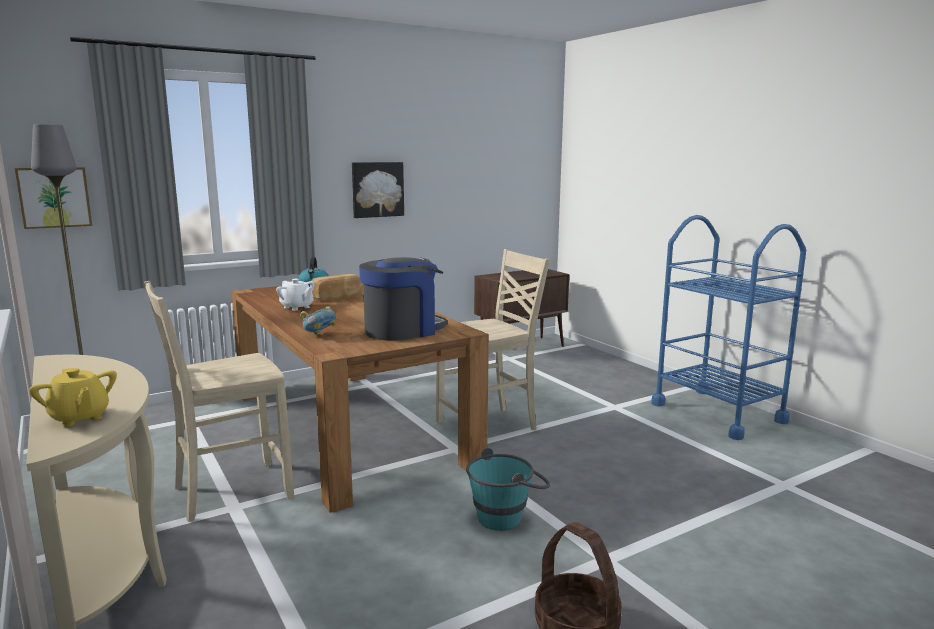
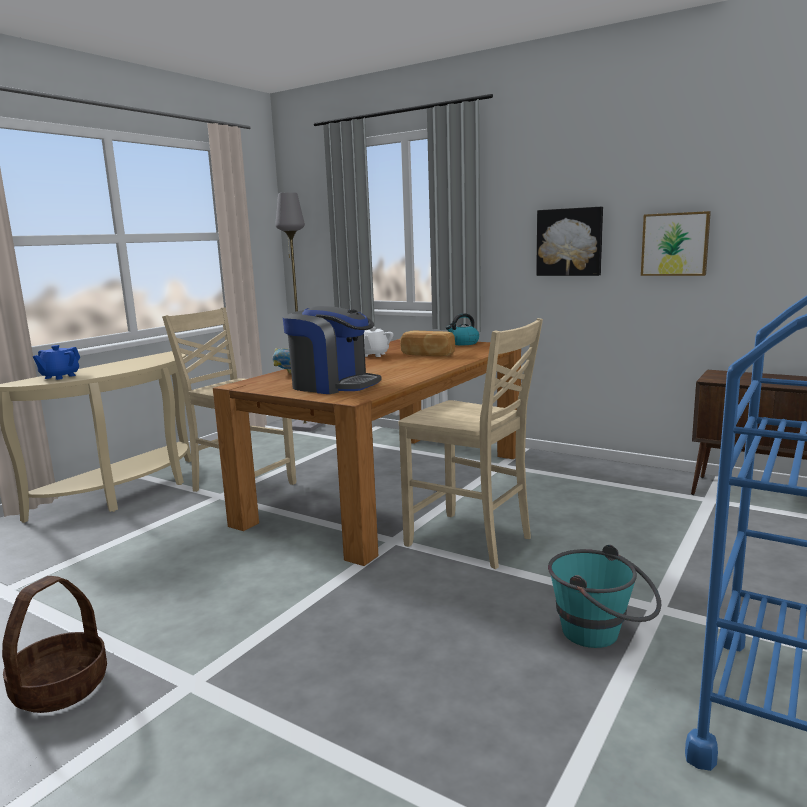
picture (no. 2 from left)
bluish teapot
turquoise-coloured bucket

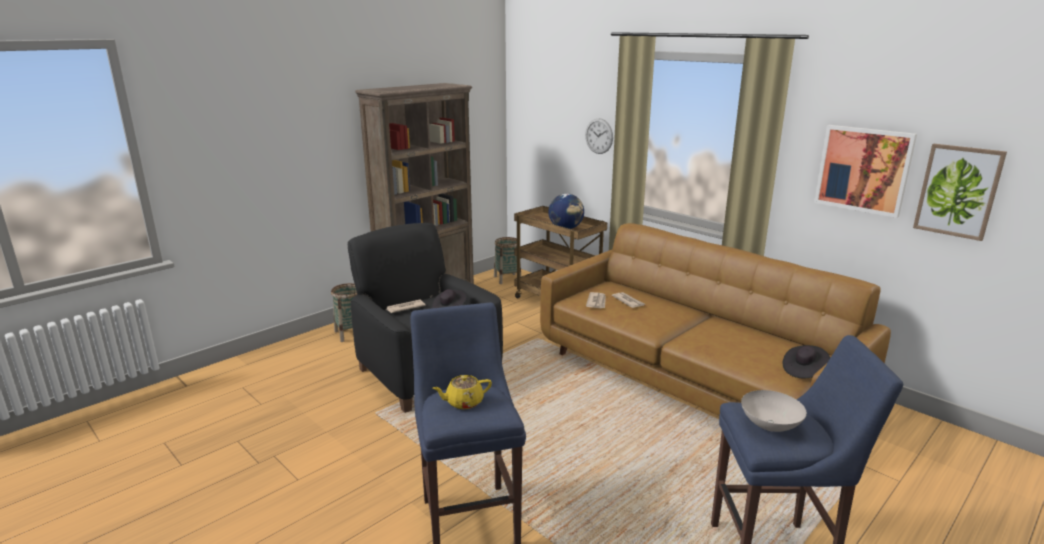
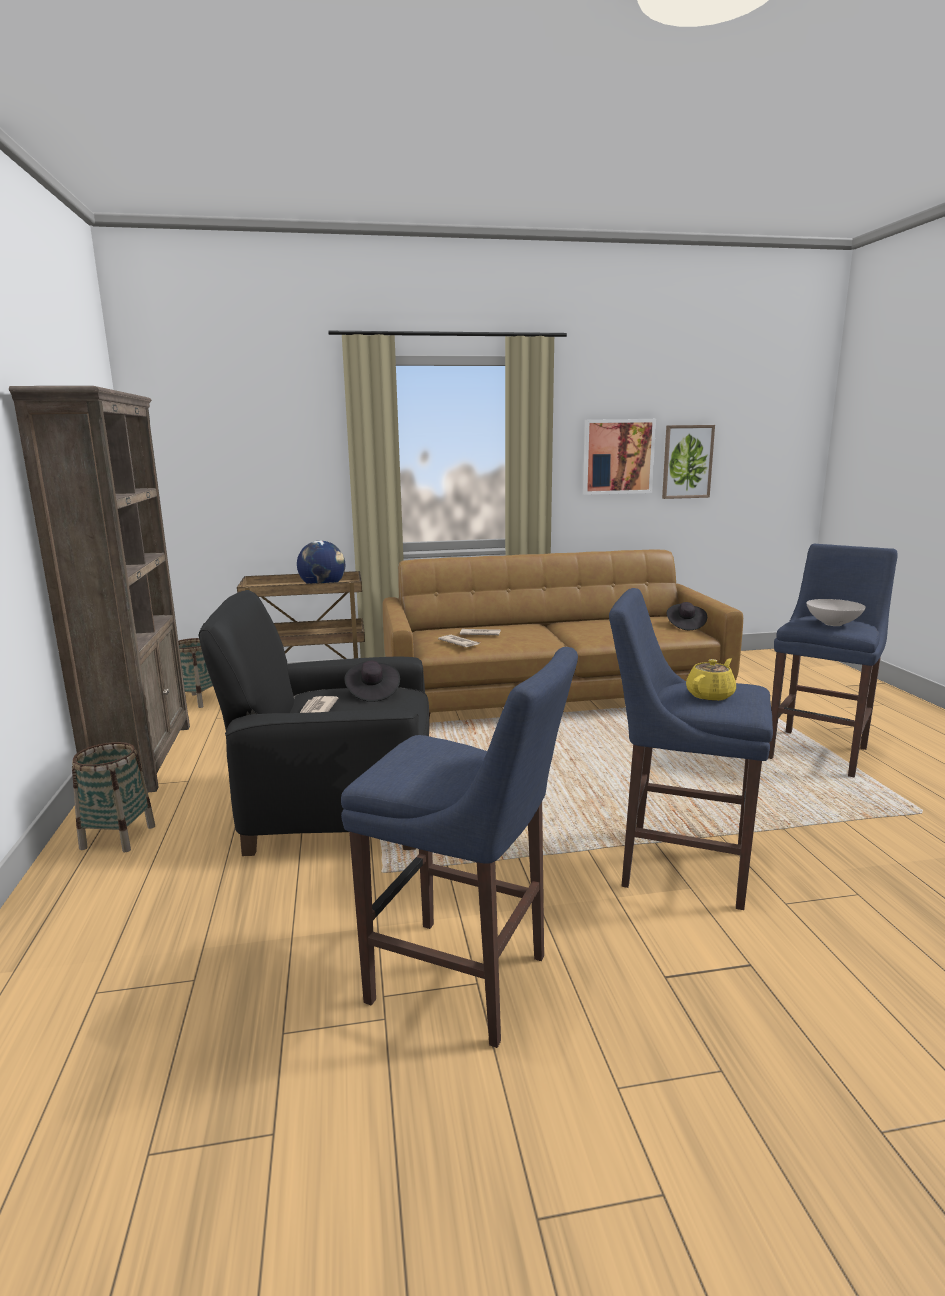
yellowish teapot
wall clock
bluish stool seat (no. 1 from left)

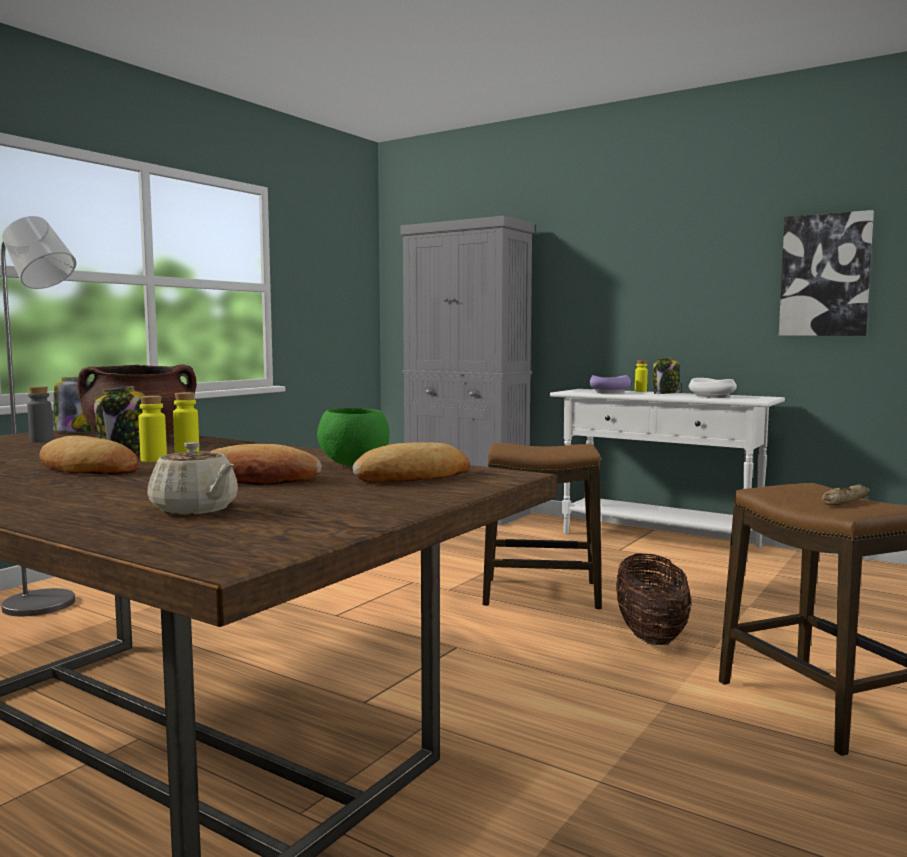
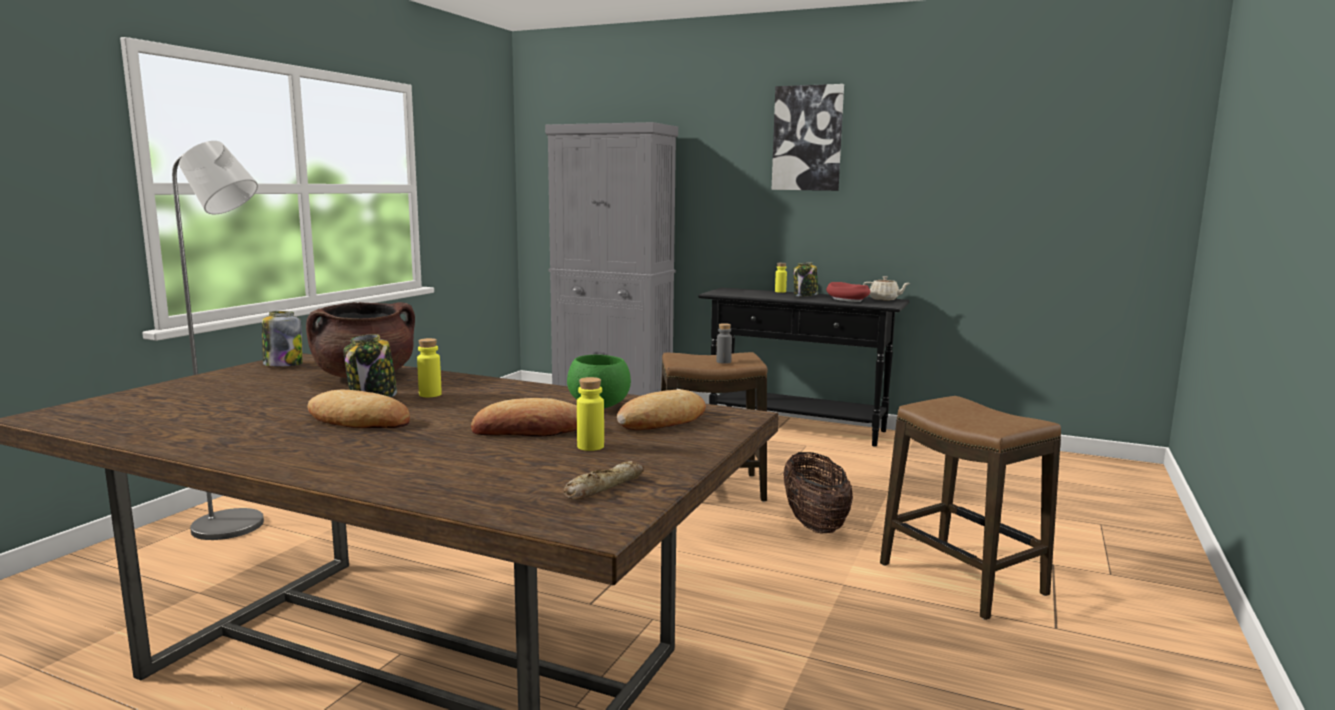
grey beverage bottle
yellowish beverage bottle (no. 2 from left)
beige-coloured teapot
blackish hall table
purple-coloured deep dish
red deep dish
picture
bread (no. 3 from left)

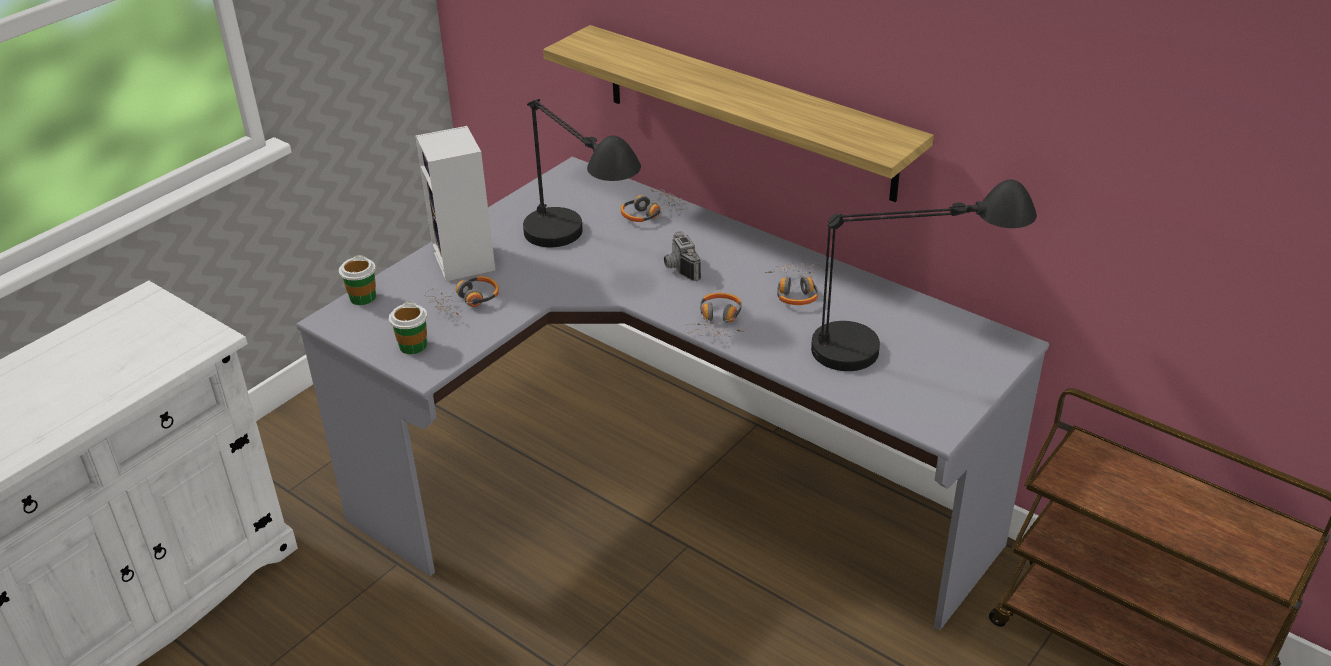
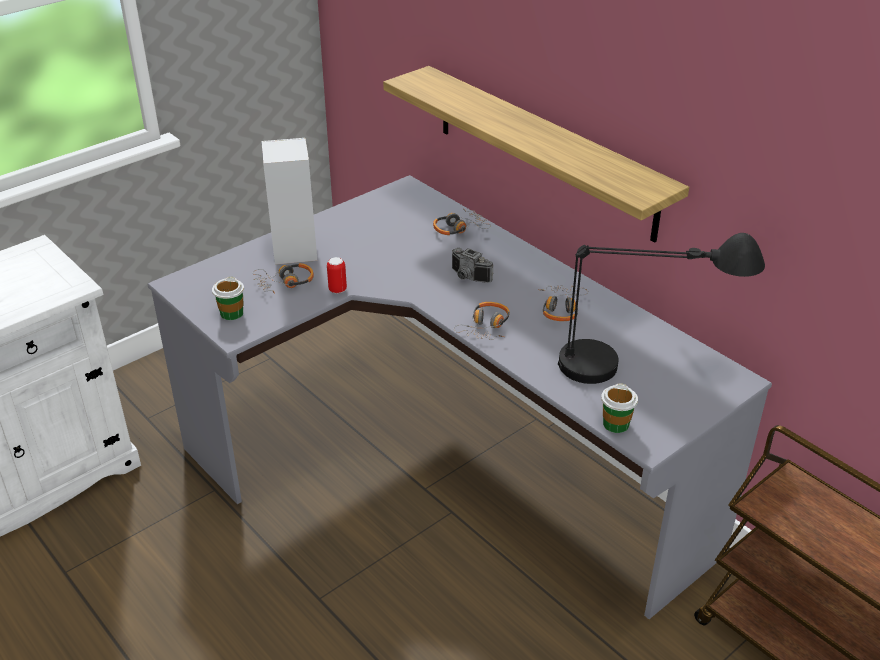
drinking cup (no. 2 from left)
blackish table lamp (no. 1 from left in the first image)
still camera
can

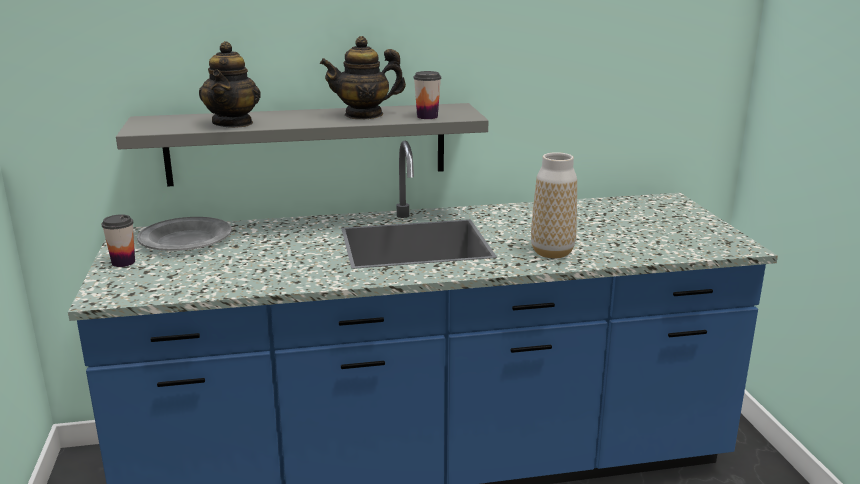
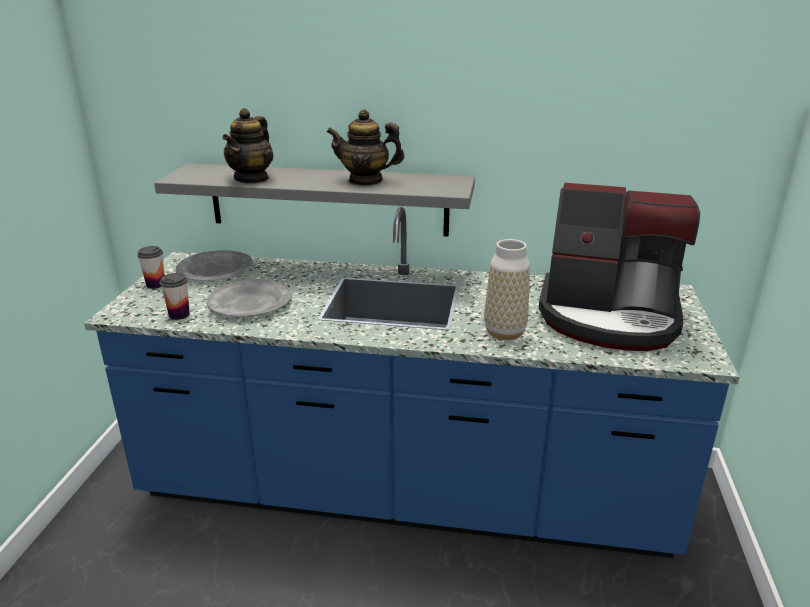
drinking cup (no. 2 from left)
grey flat dish (no. 2 from left)
coffee brewer

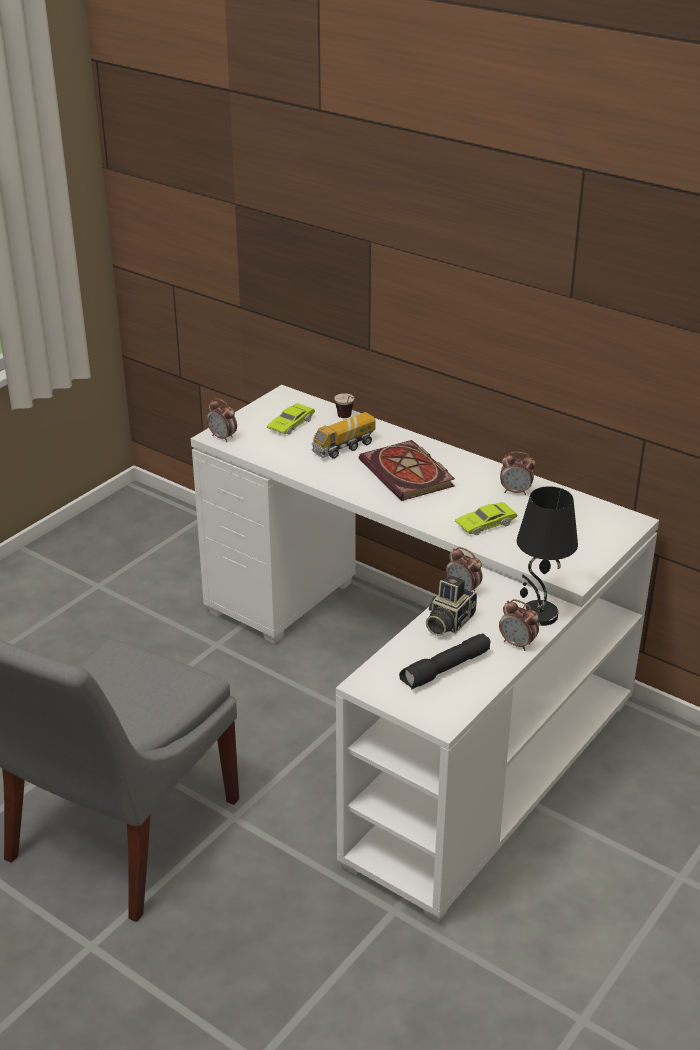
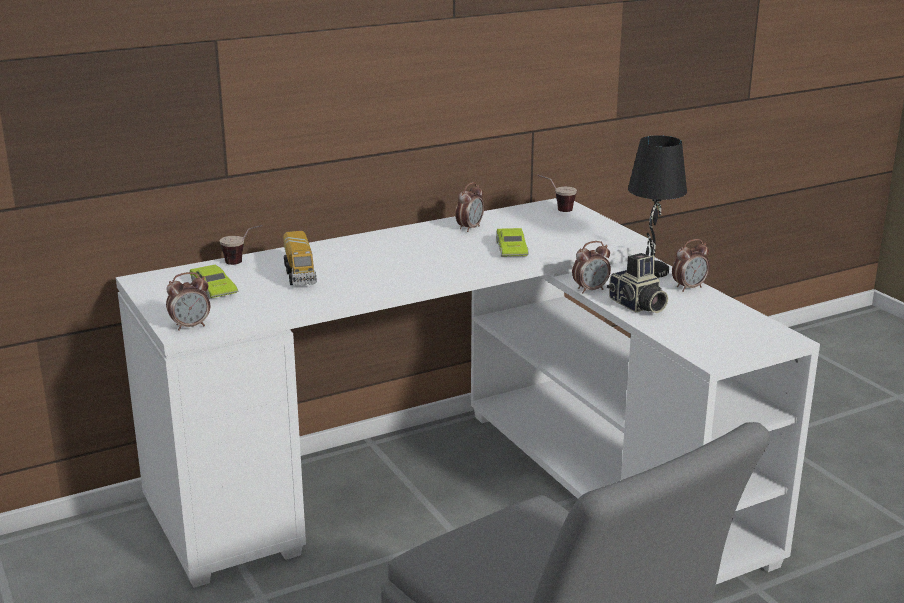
bound book
blackish hand torch
drinking cup (no. 2 from left)

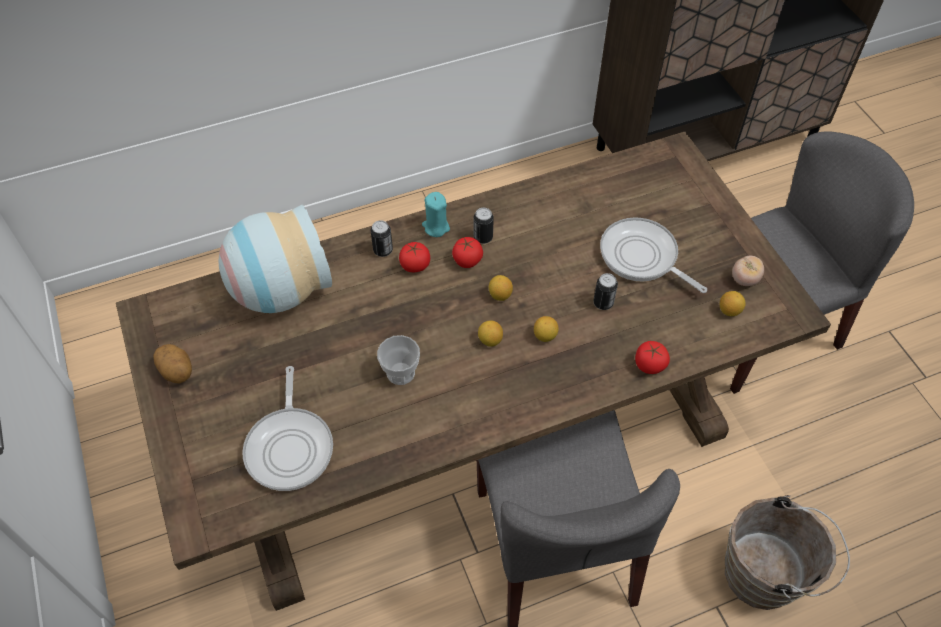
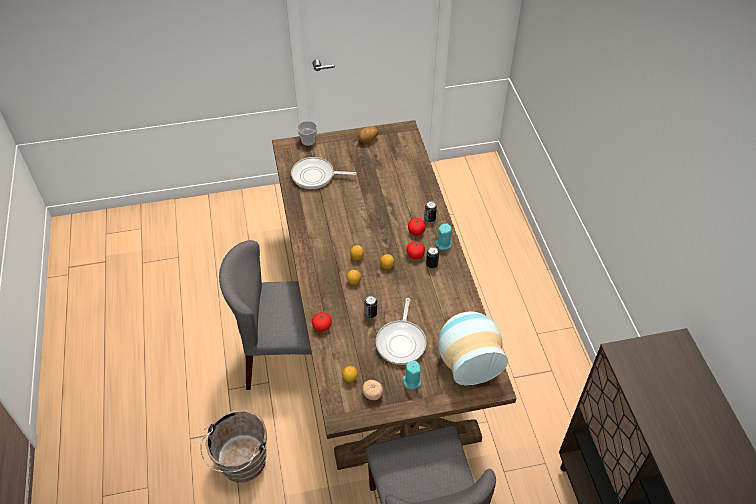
flower vase
drinking cup
skillet (no. 2 from left)
turquoise-coloured wax light (no. 1 from left)

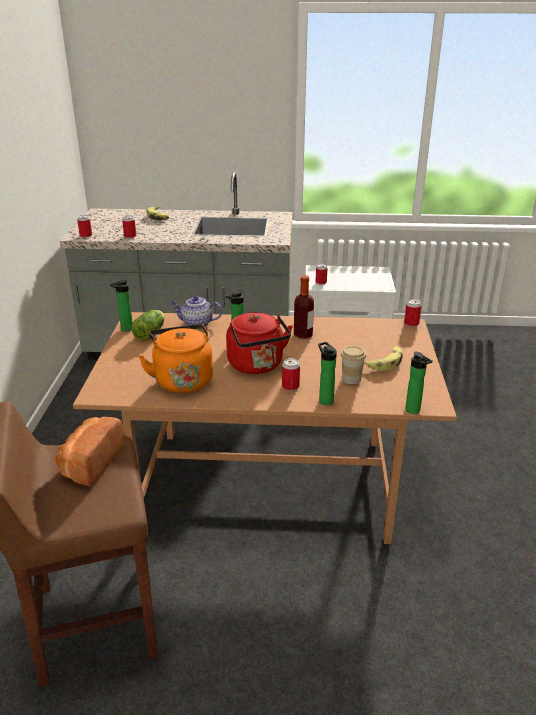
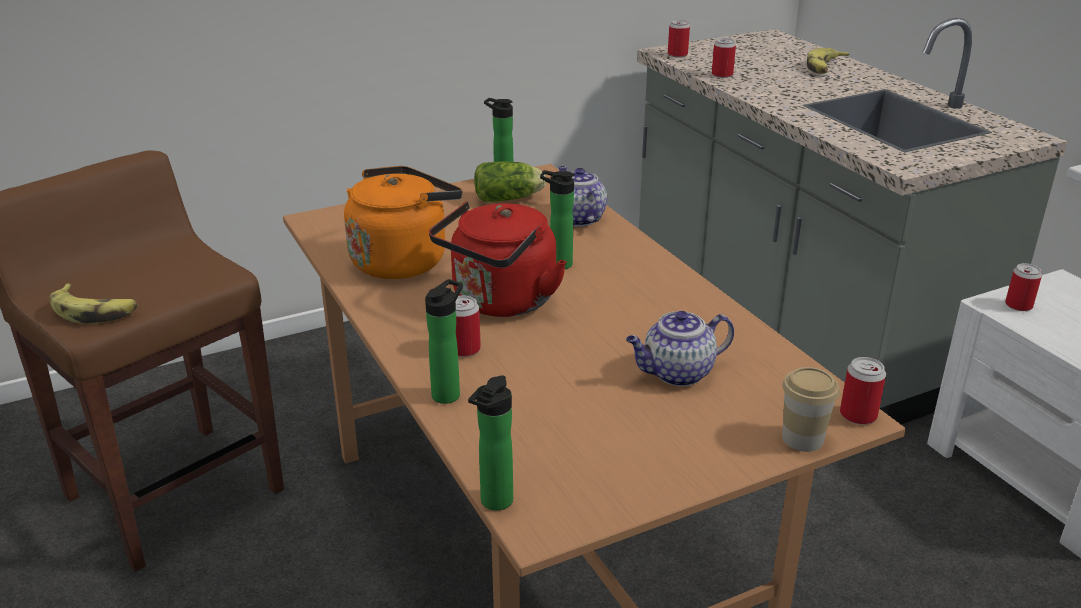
bread
beverage bottle (no. 3 from left in the first image)
drinking cup
banana fruit (no. 1 from left)
teapot (no. 2 from left)

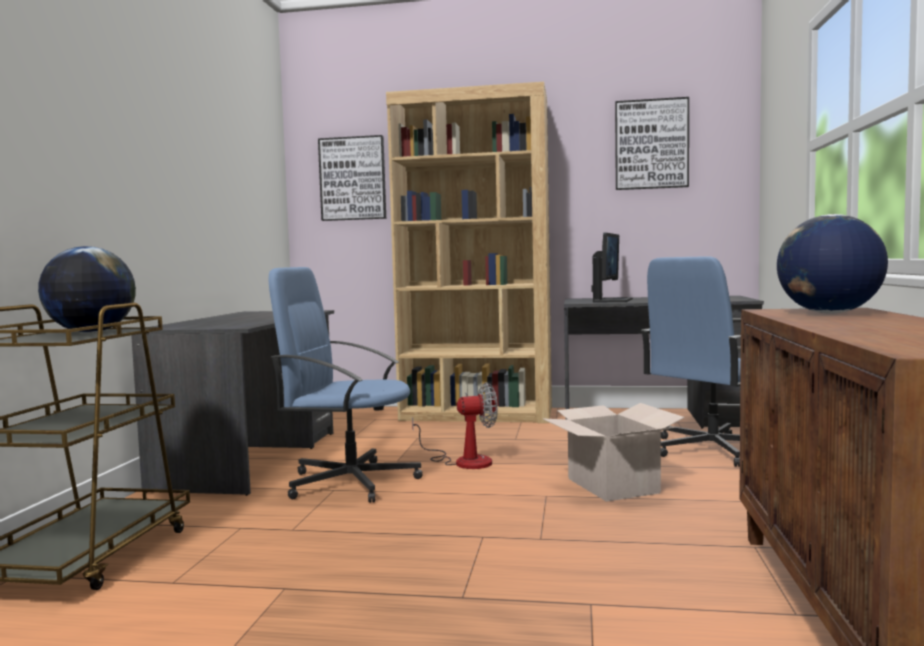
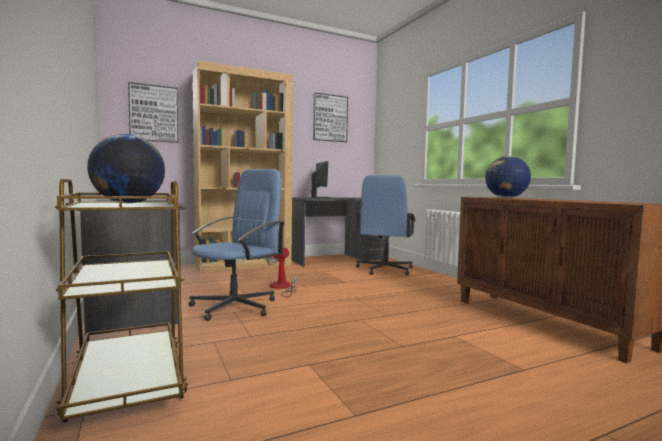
bluish desk chair (no. 1 from left)
cooling fan
carton

